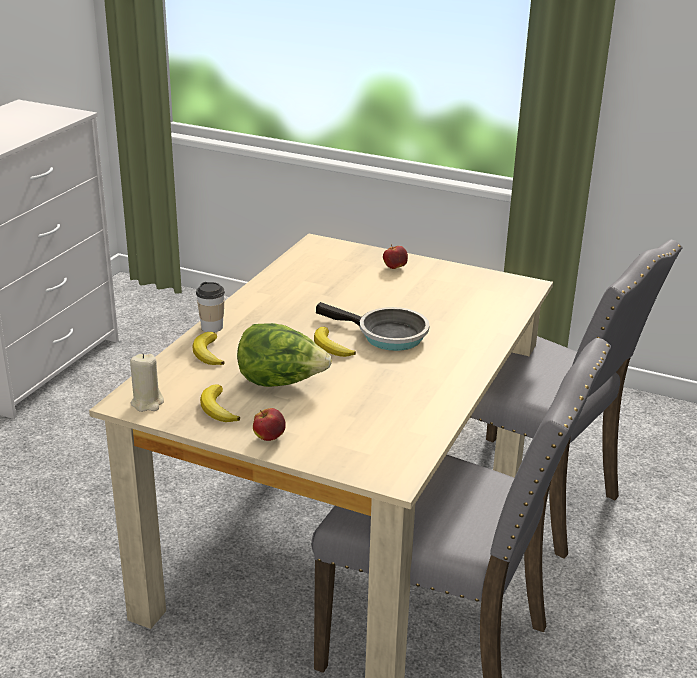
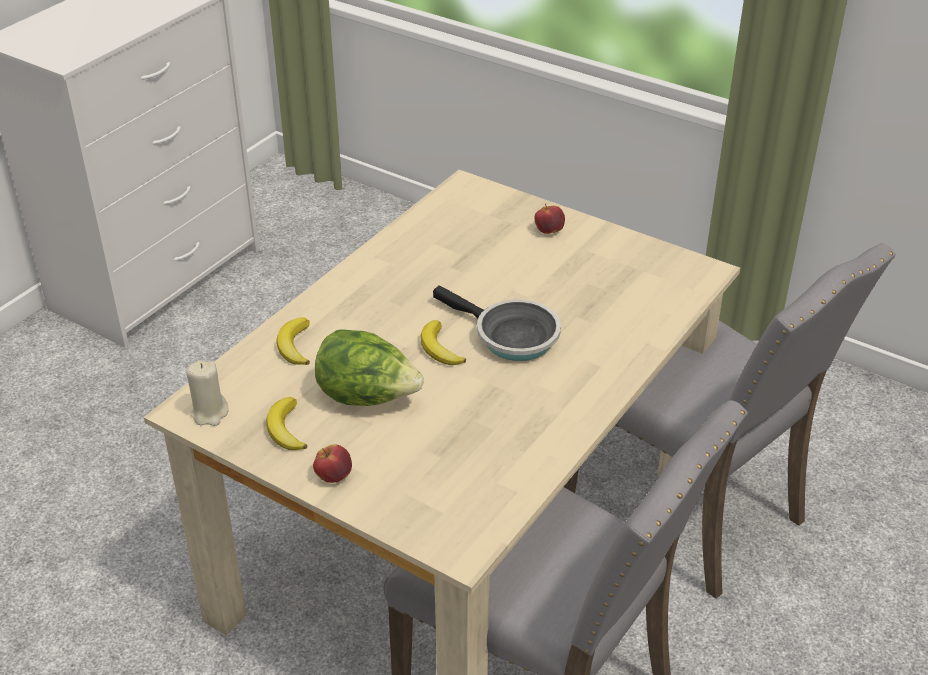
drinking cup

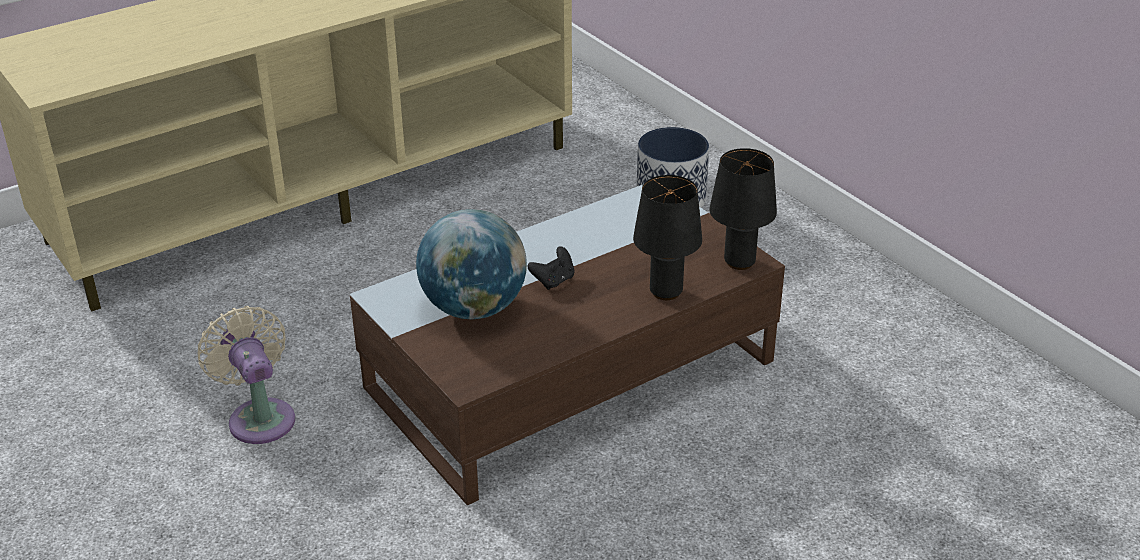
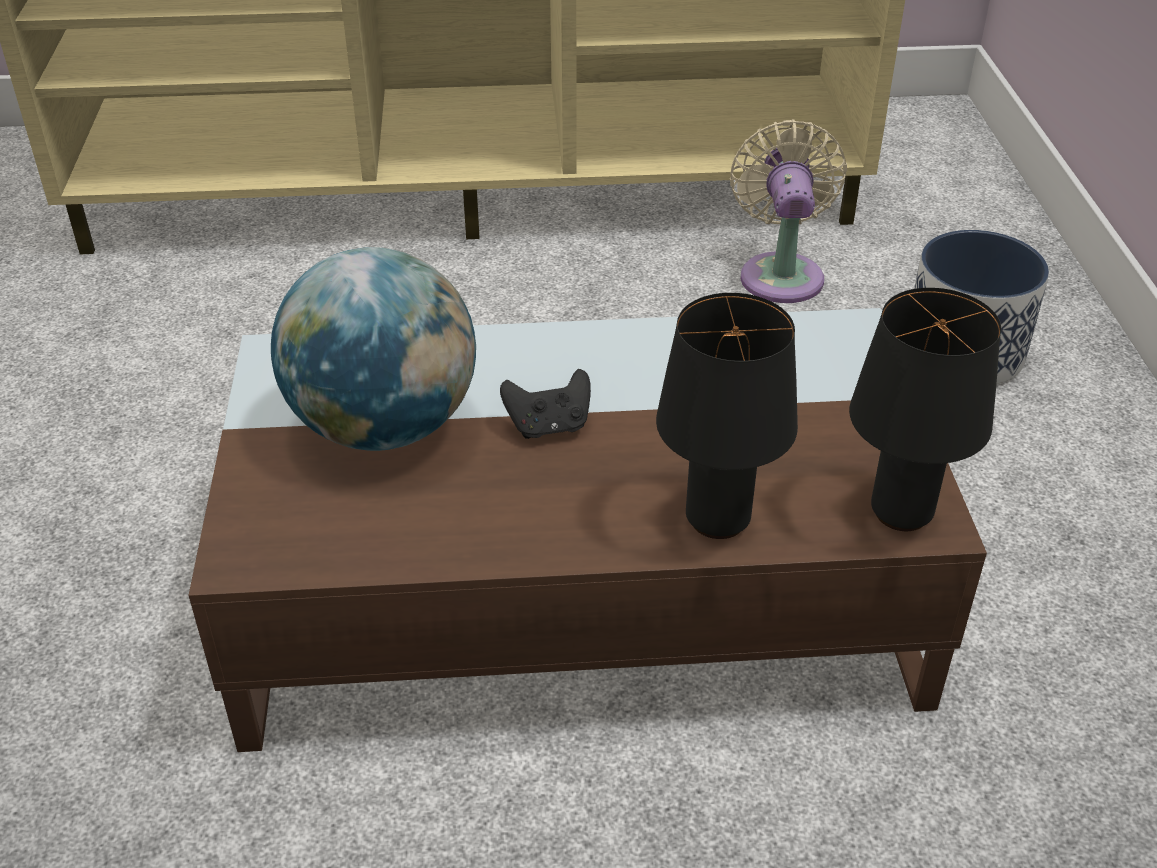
beige-coloured cooling fan

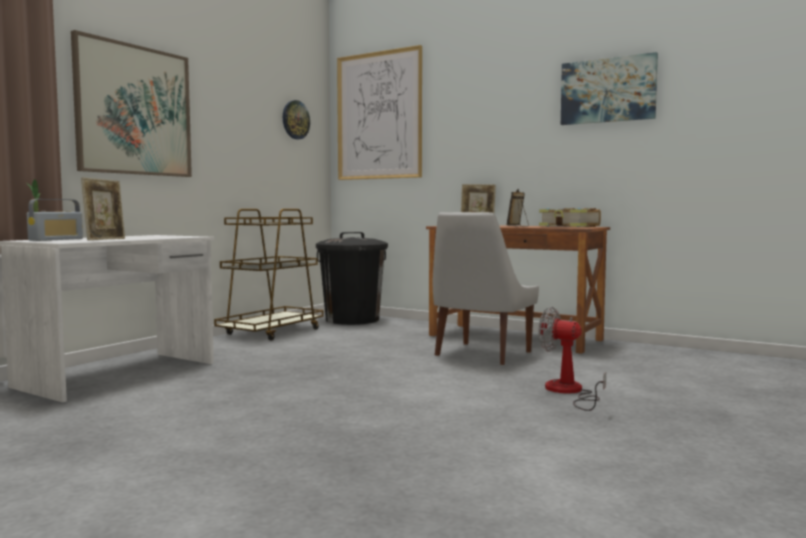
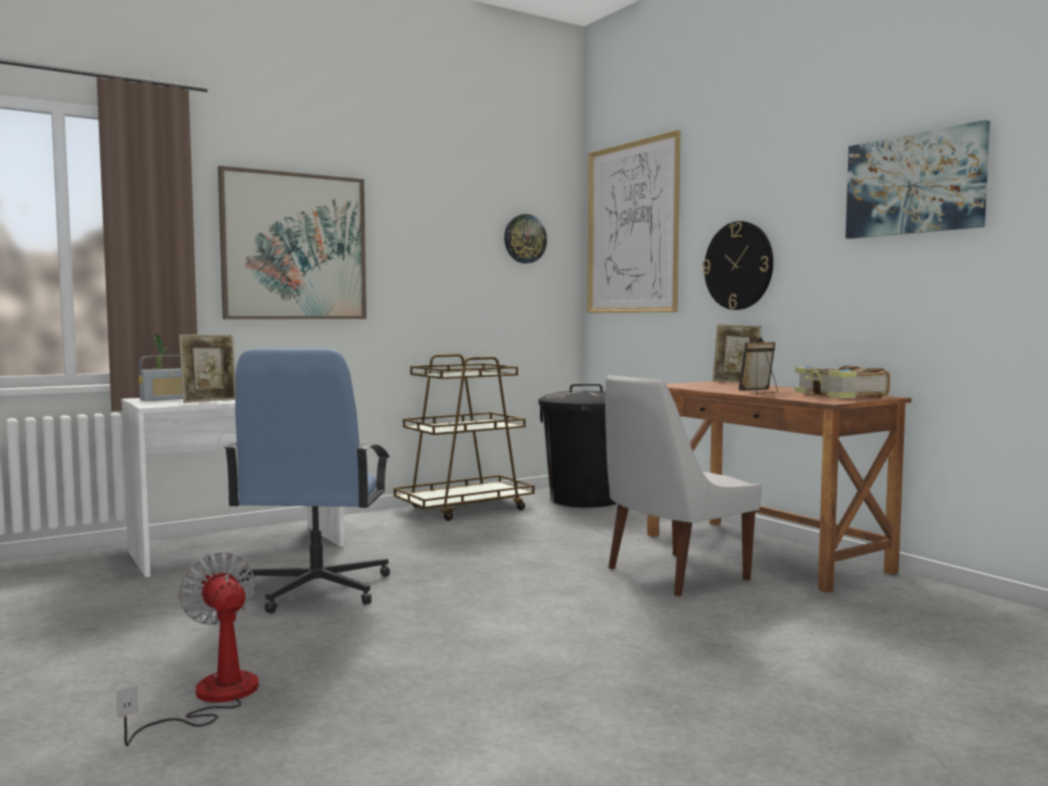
cooling fan
bluish desk chair
wall clock (no. 2 from left)

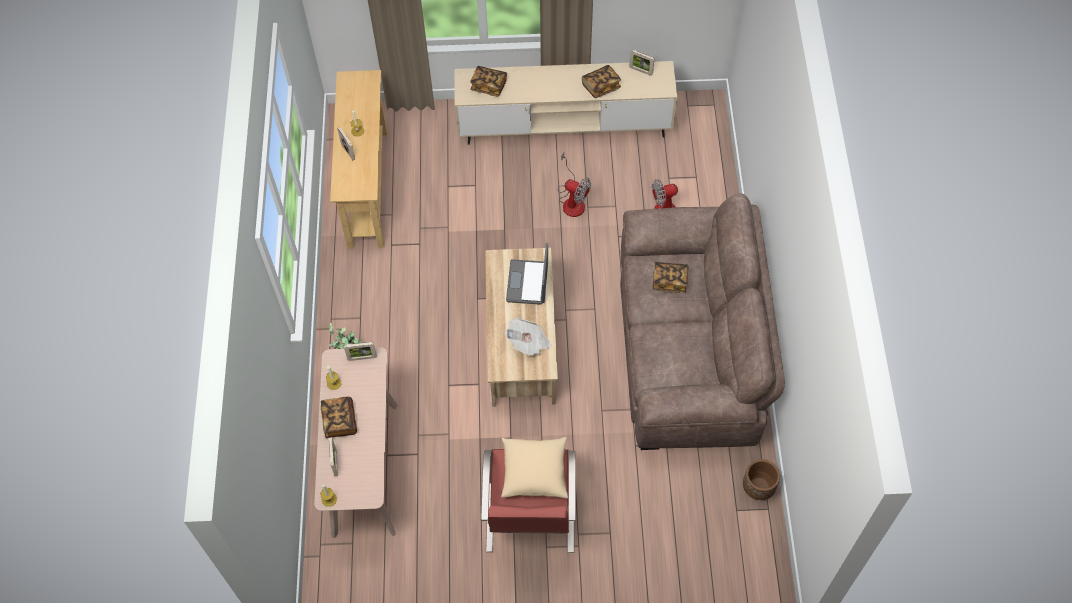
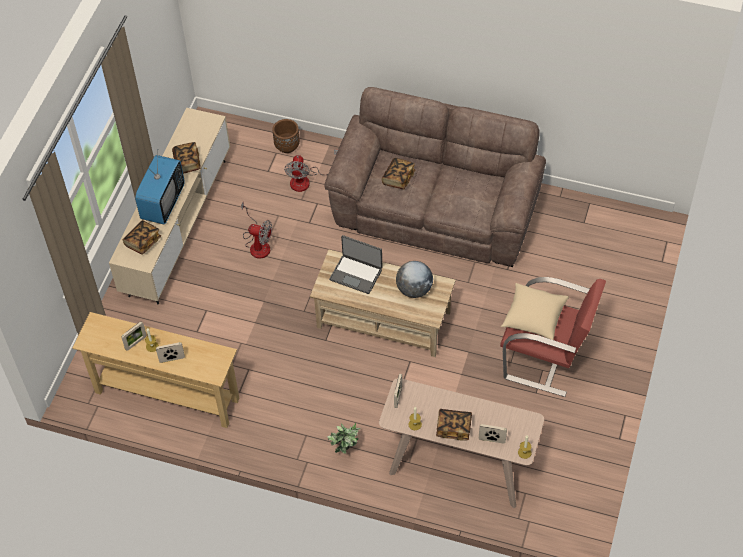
globe
cooling fan (no. 1 from left)
photo frame (no. 1 from left)
brownish plant pot
TV

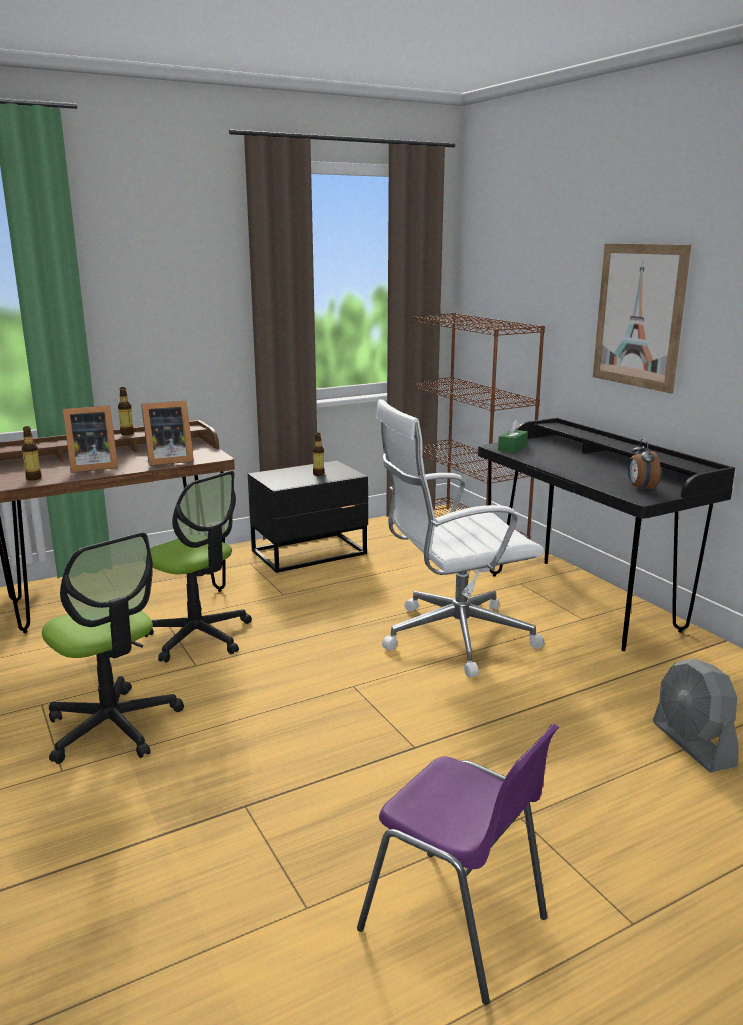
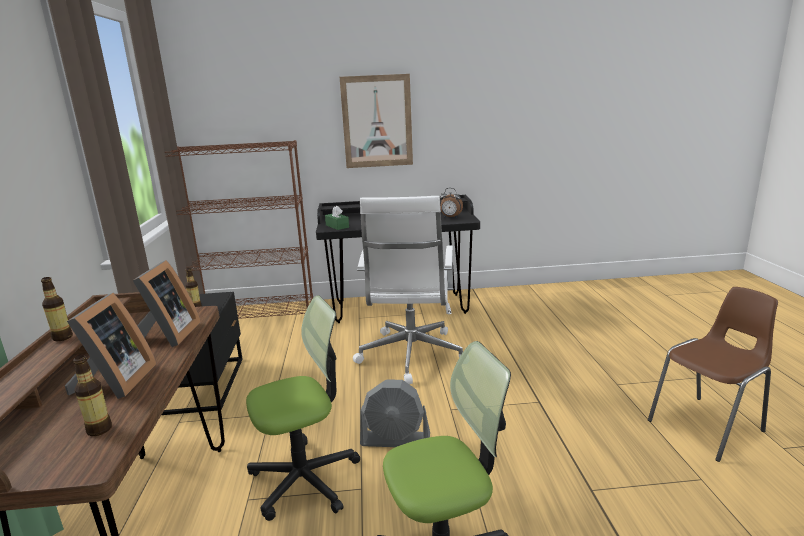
brownish chair
grey cooling fan

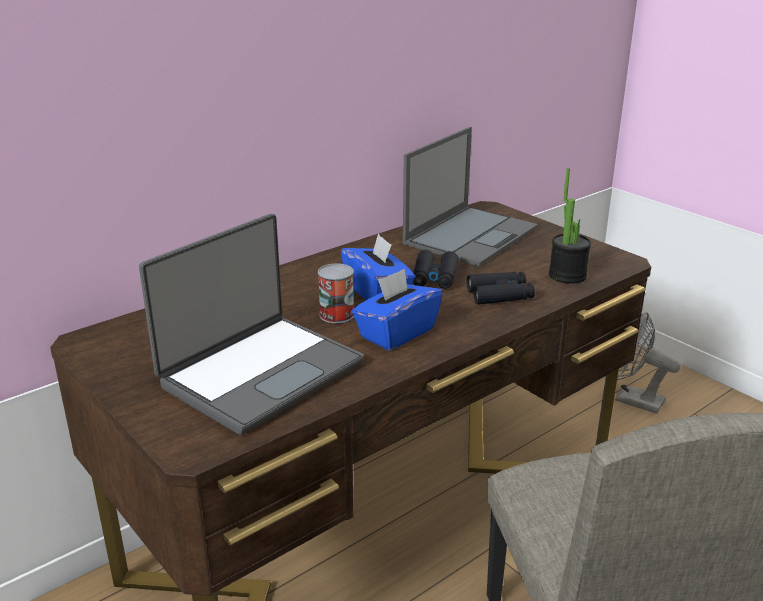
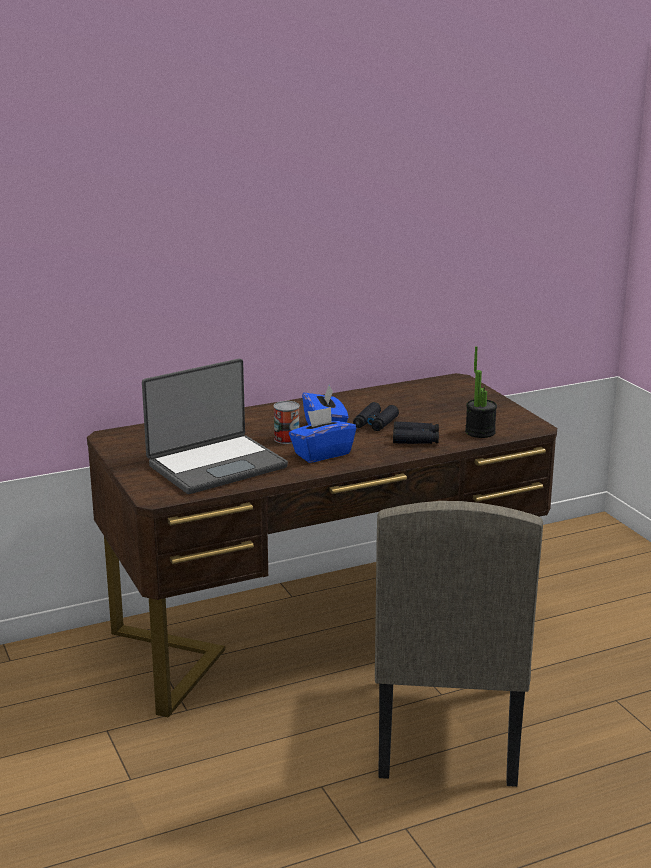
notebook computer (no. 2 from left in the first image)
grey cooling fan

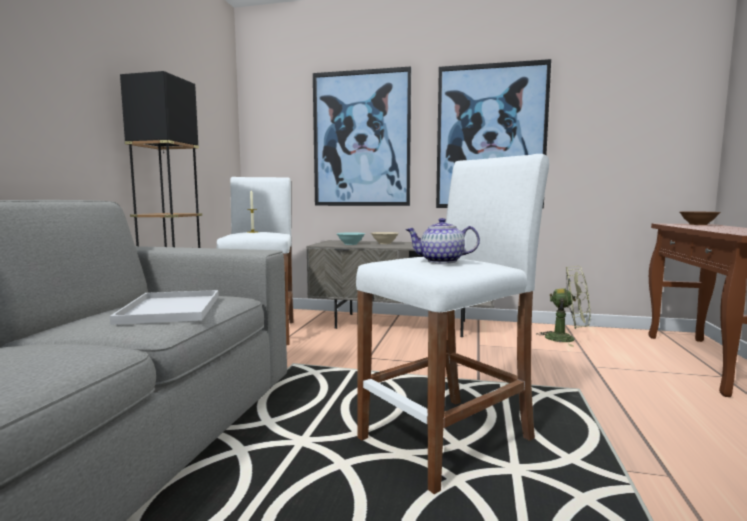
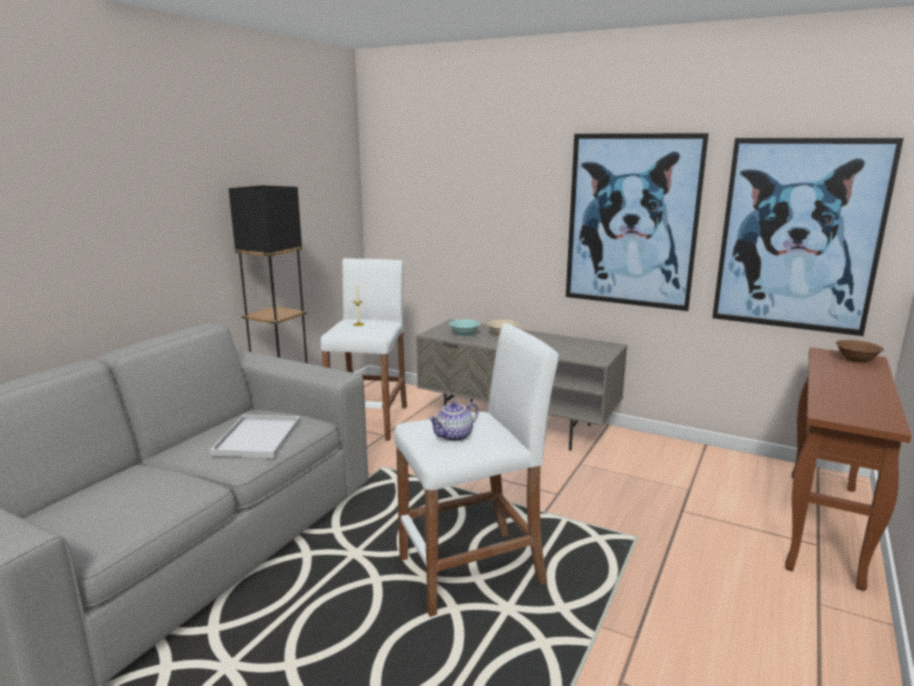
picture (no. 2 from left)
teapot
green-coloured cooling fan

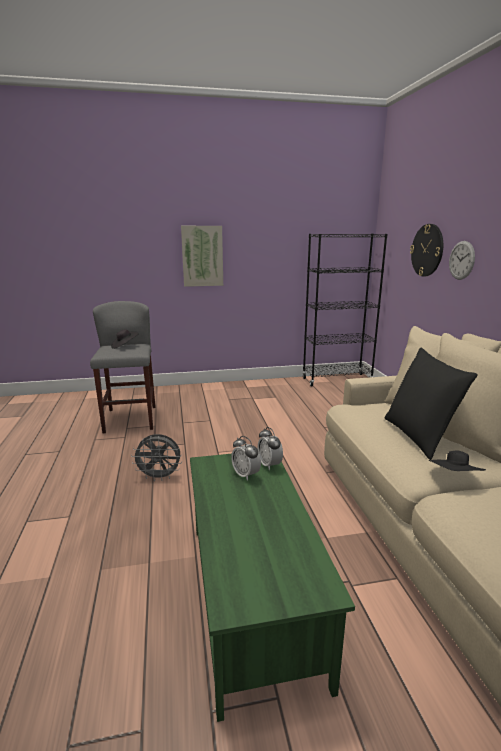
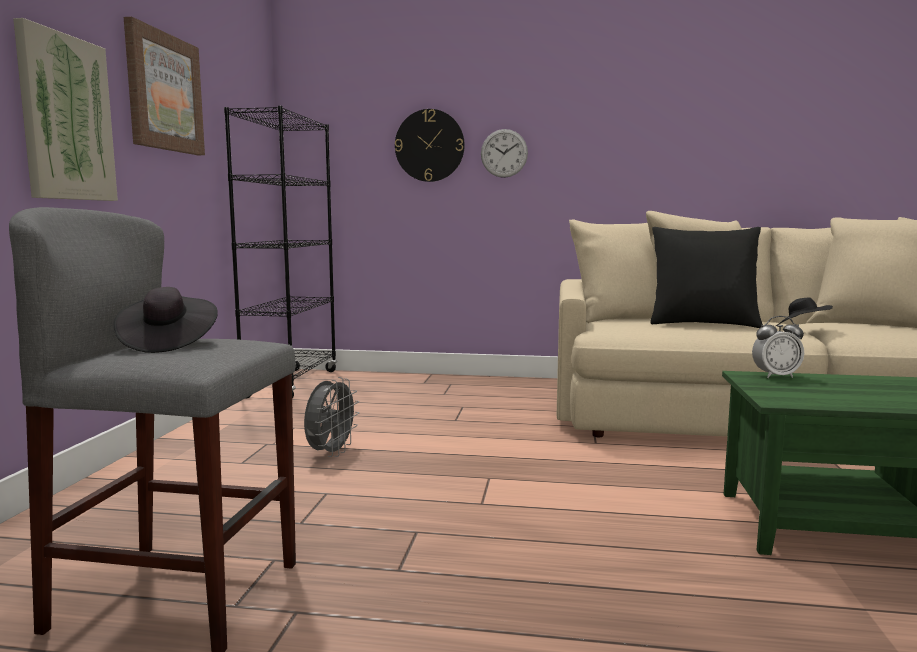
grey cooling fan
alarm clock (no. 1 from left in the first image)
picture (no. 2 from left)

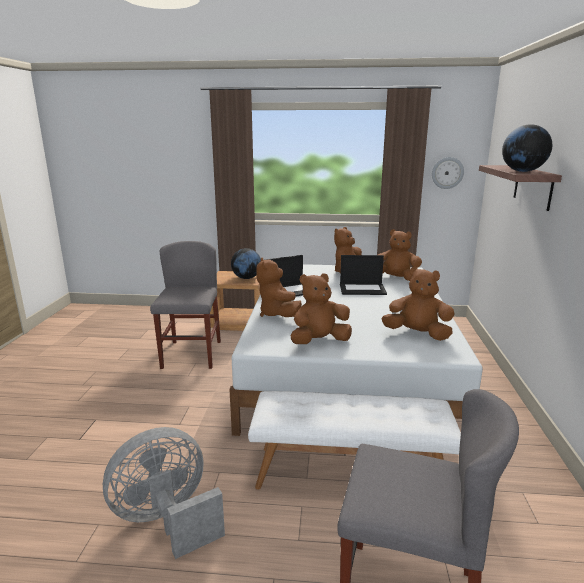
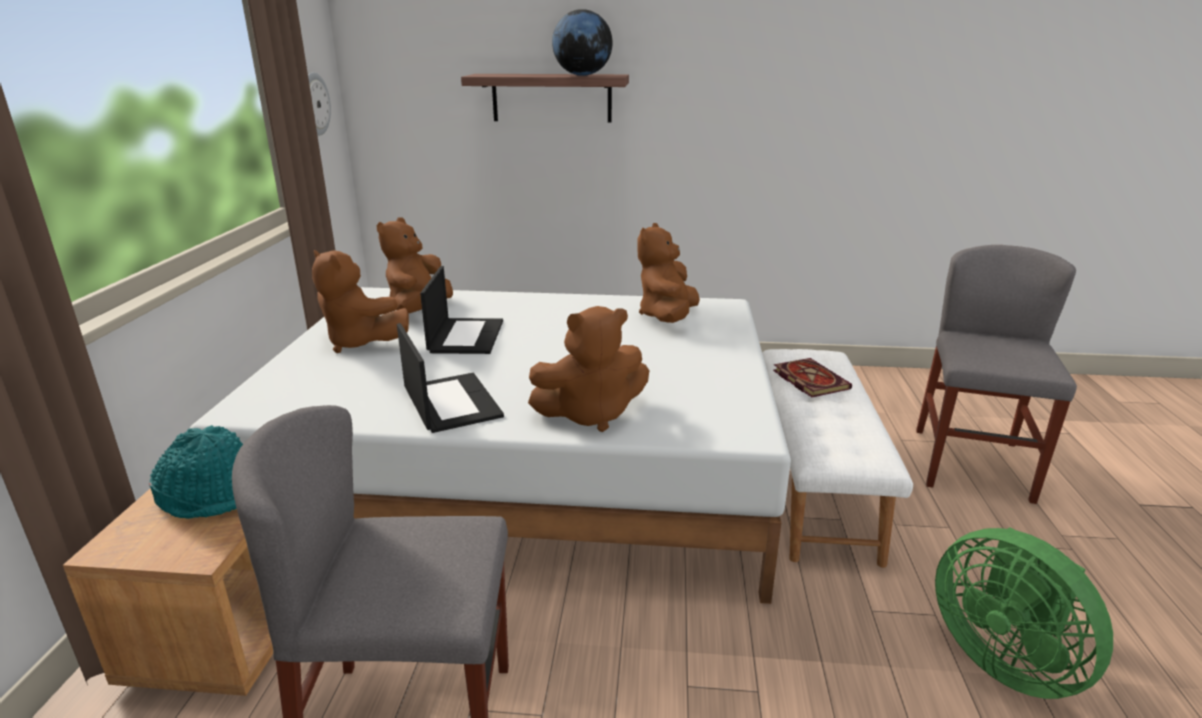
green-coloured cooling fan
turquoise-coloured wearable hat
brownish cuddly toy (no. 2 from left in the first image)
bound book

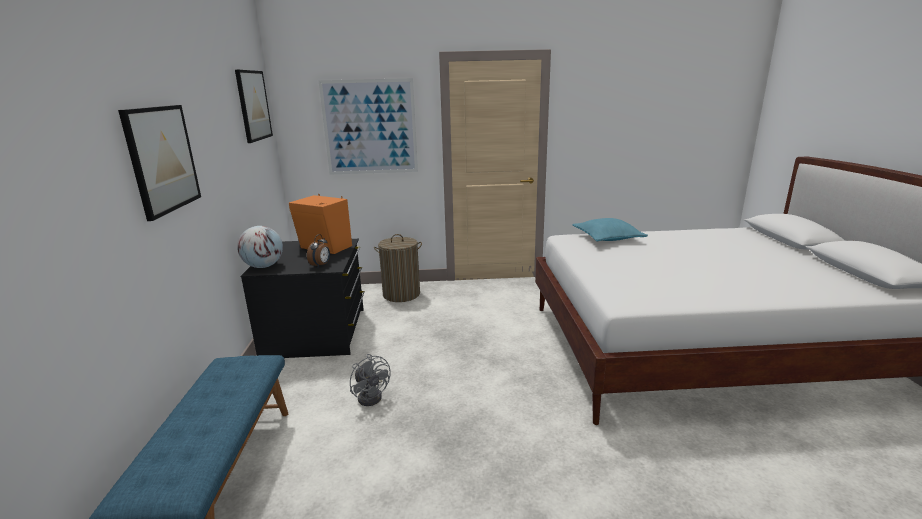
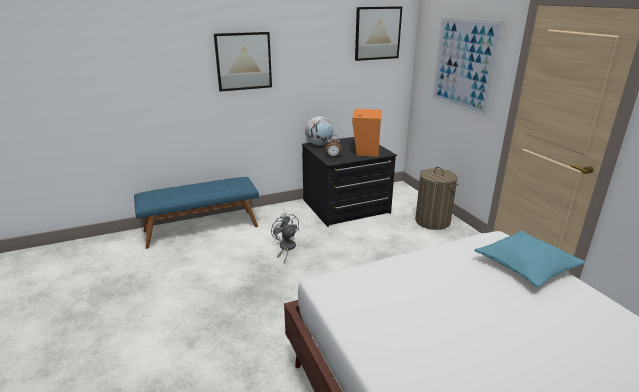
grey cooling fan

